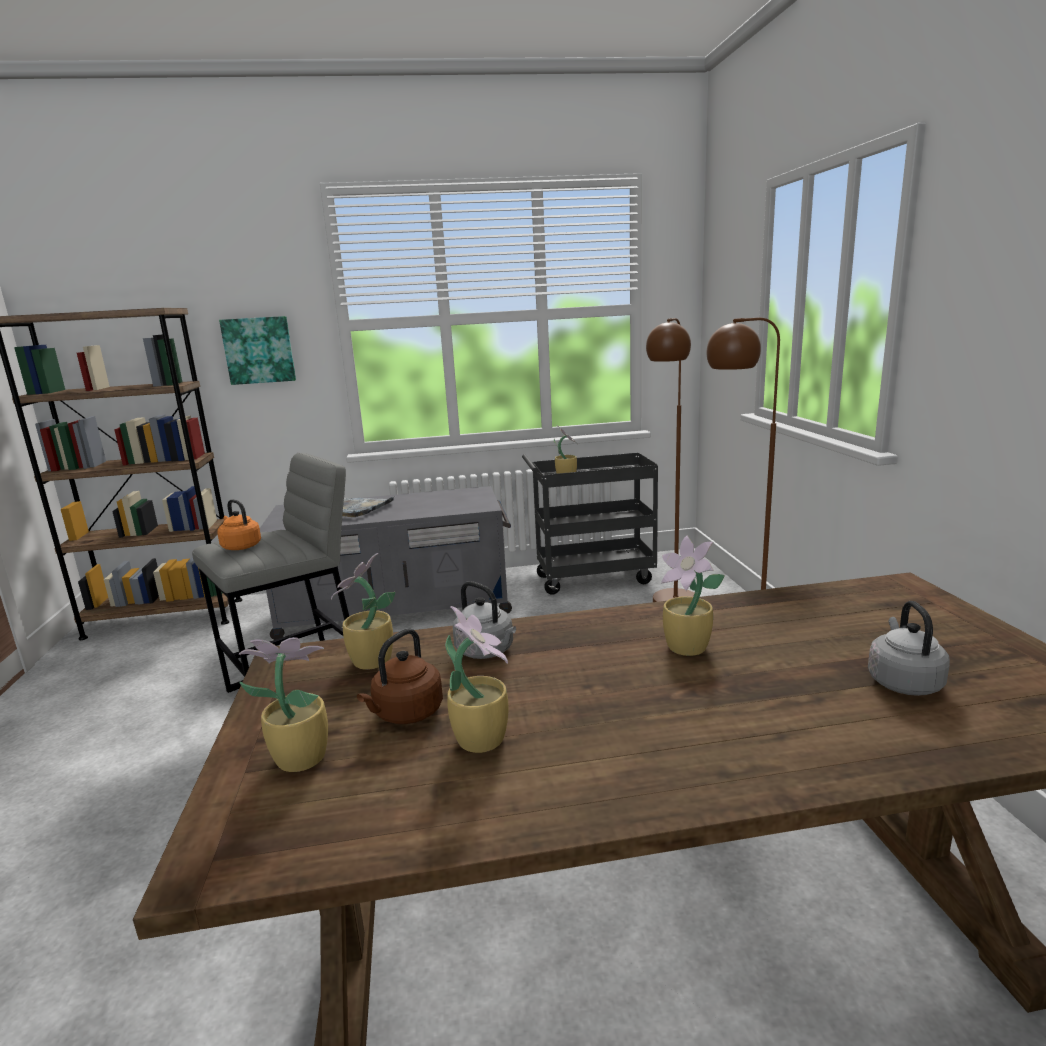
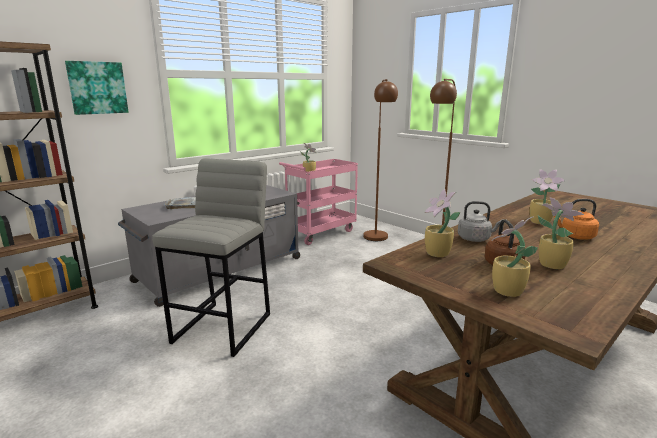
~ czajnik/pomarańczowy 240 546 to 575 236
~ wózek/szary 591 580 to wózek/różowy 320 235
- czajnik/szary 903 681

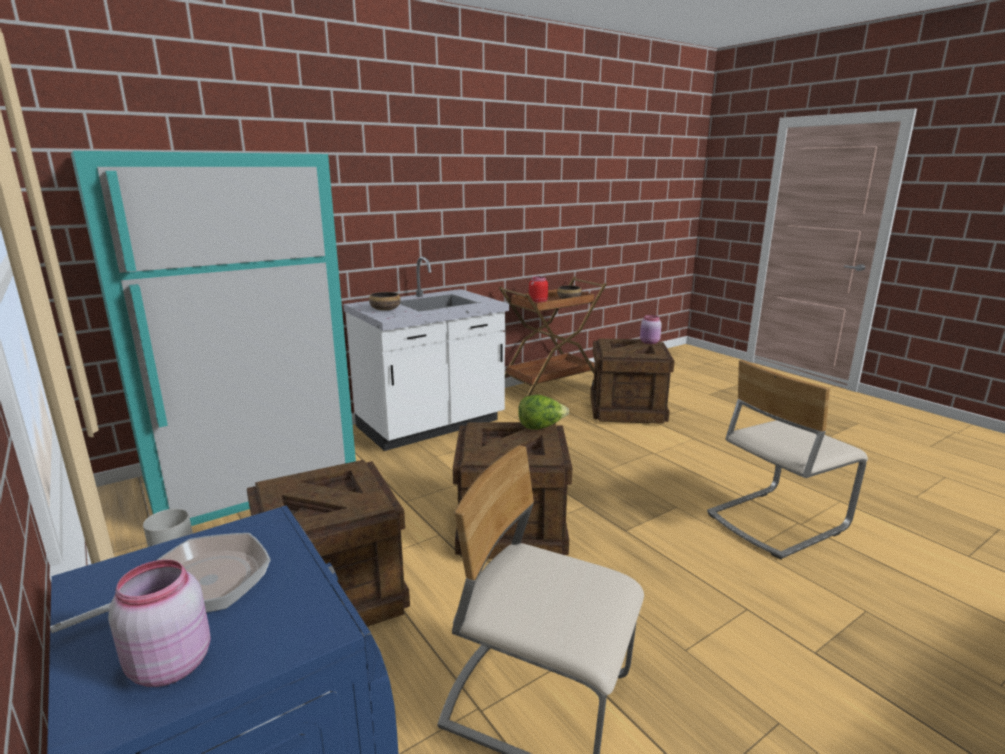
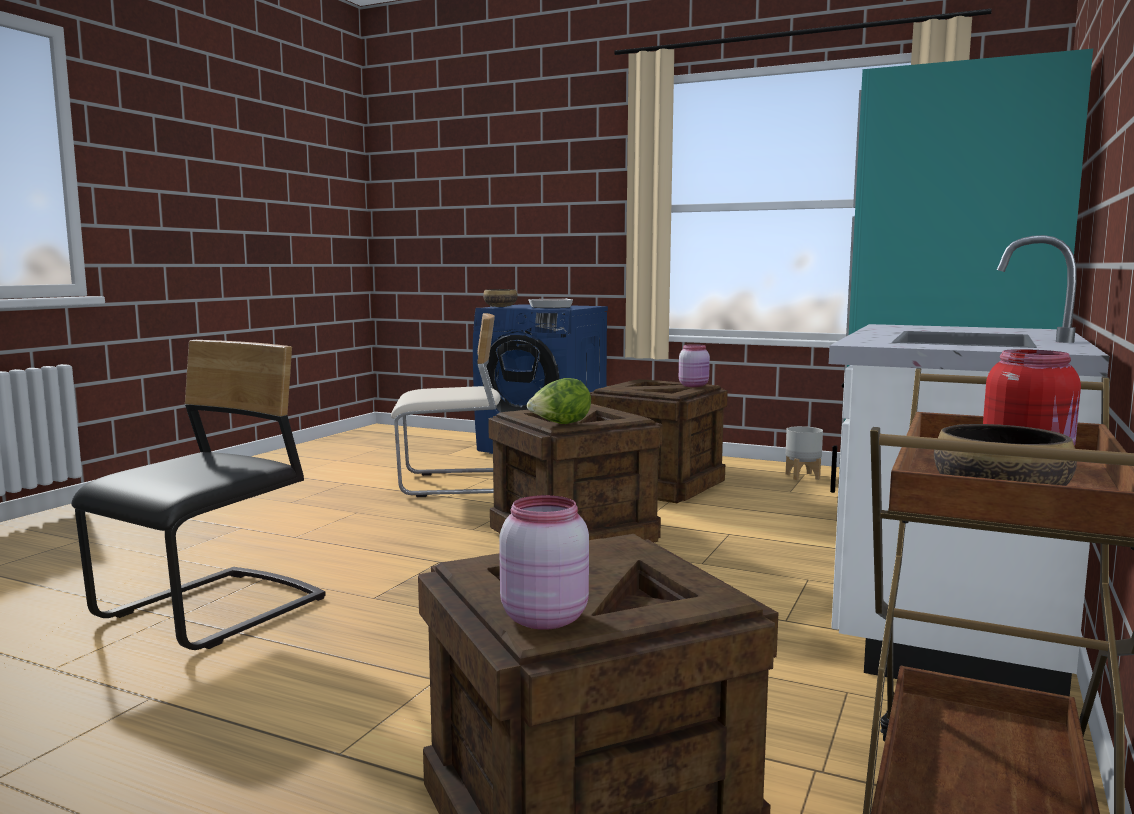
~ słoik/różowy 169 664 to 694 385
~ miska 385 309 to 500 307
~ krzesło/beżowy 775 521 to krzesło/czarny 213 612

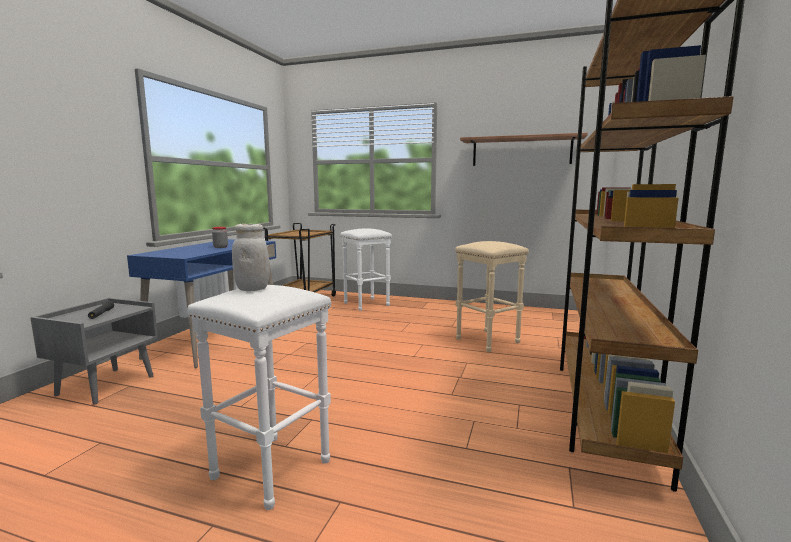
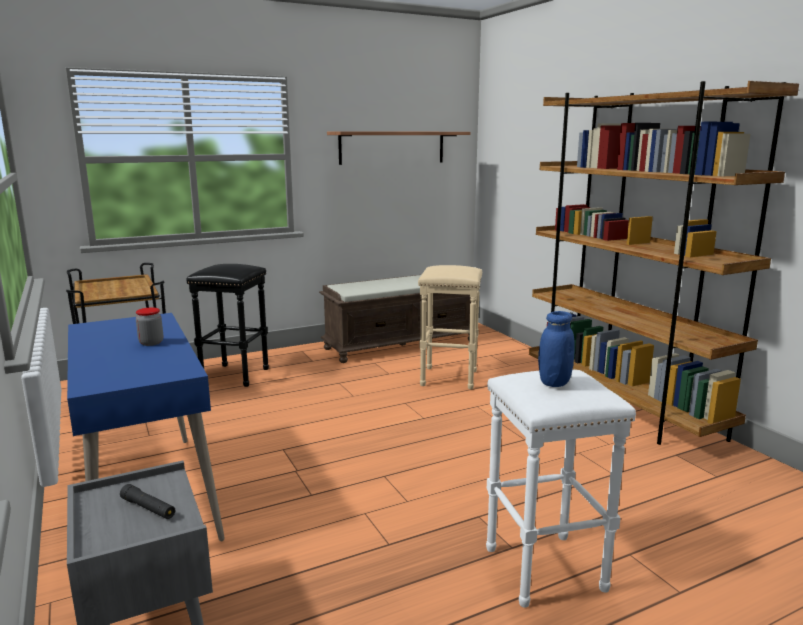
~ słoik/biały 252 289 to słoik/niebieski 554 382
~ stołek/biały 367 304 to stołek/czarny 236 375
+ ławka/brązowy 401 344

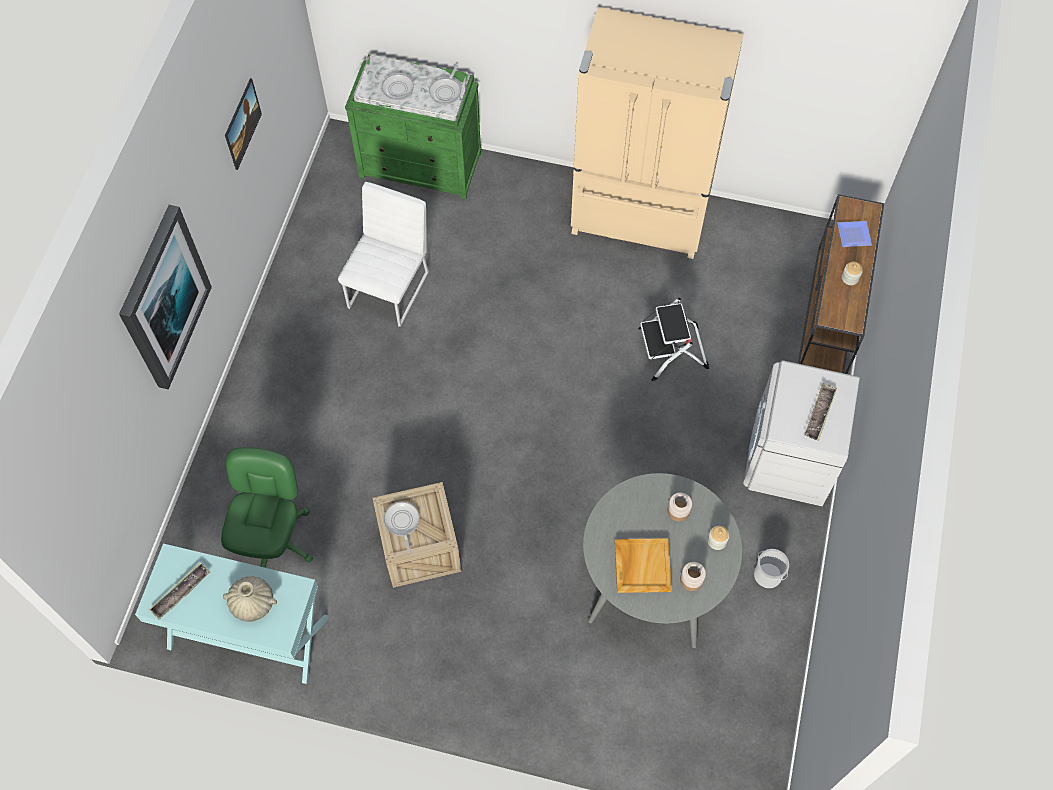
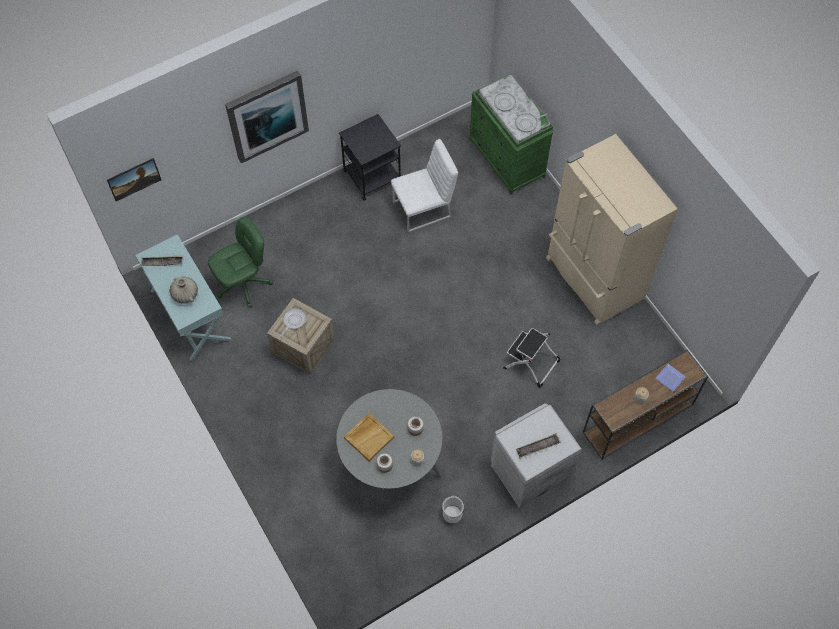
~ obraz 245 132 to 136 184
+ wózek/czarny 372 176

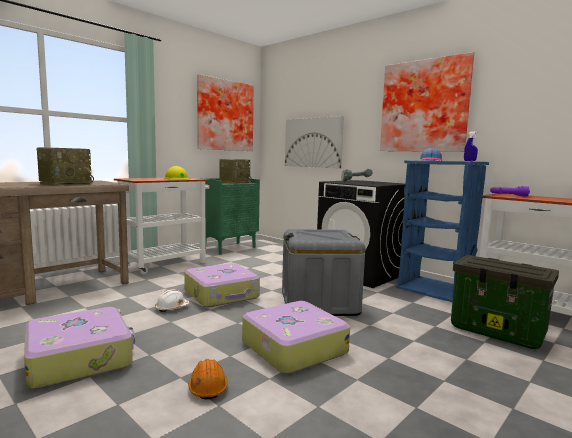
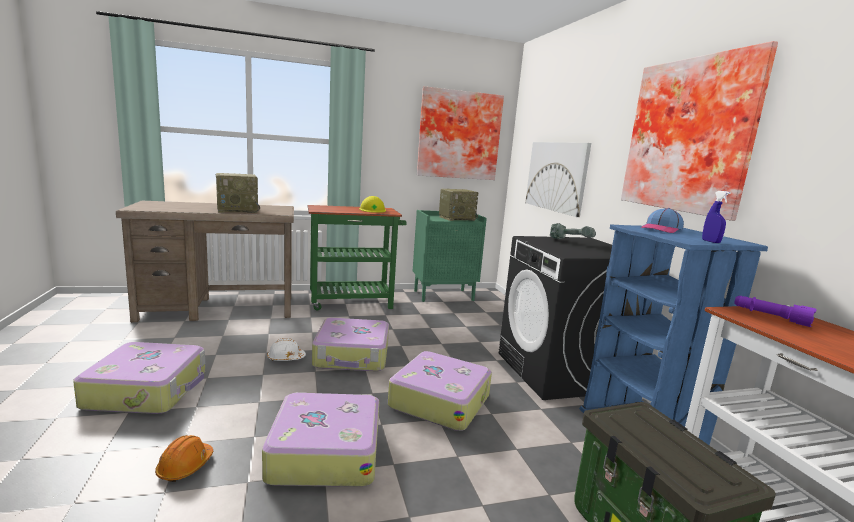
~ wózek/biały 165 264 to wózek/zielony 352 302
~ pojemnik do przechowywania/szary 319 303 to walizka 439 400

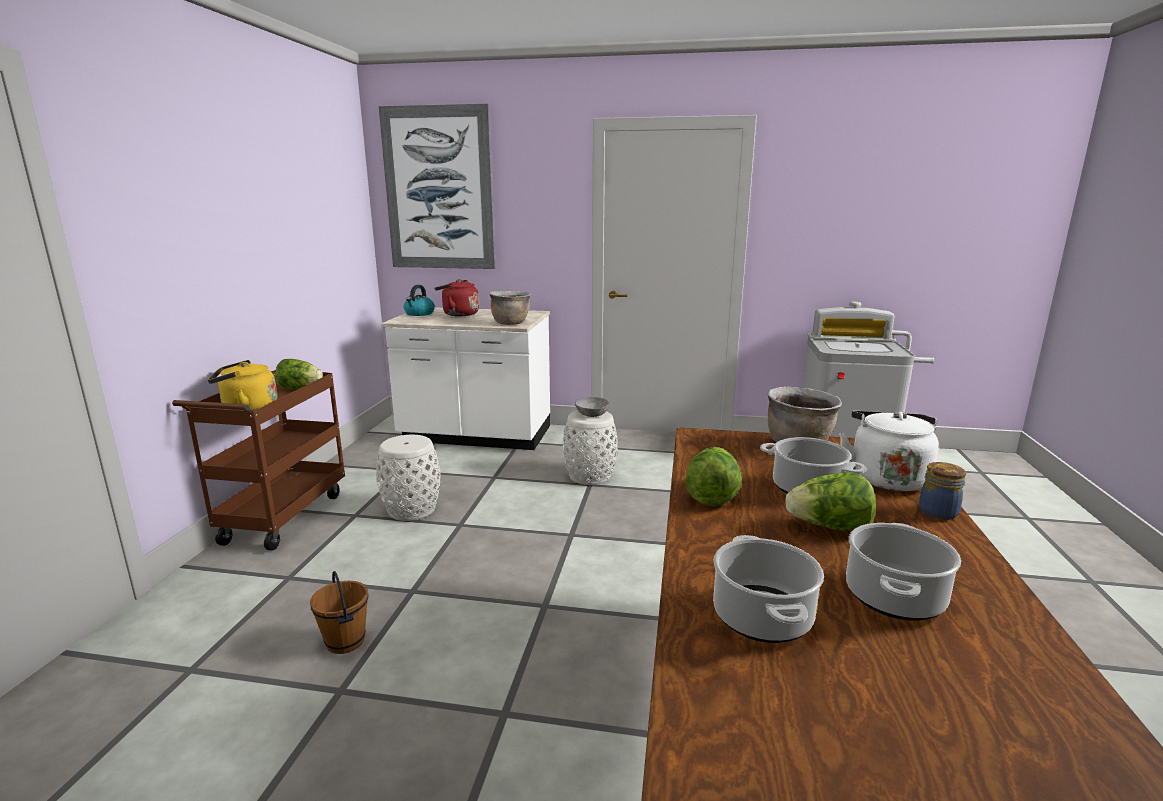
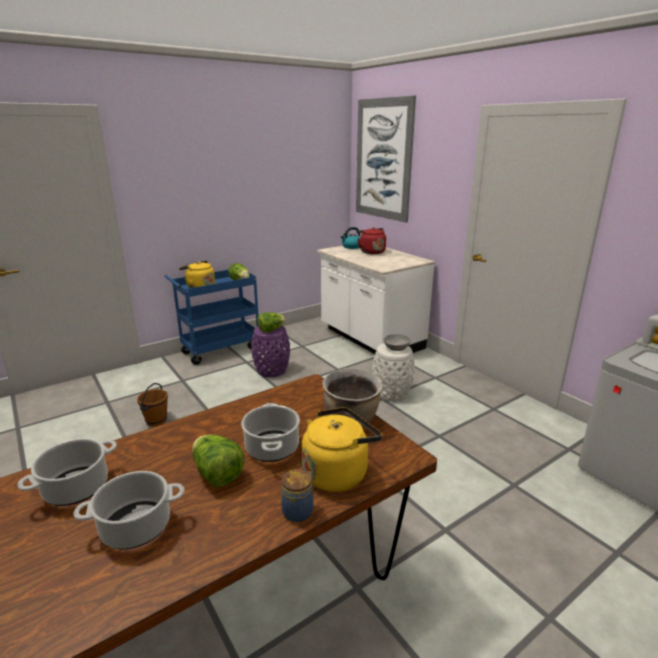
~ wózek/brązowy 282 520 to wózek/niebieski 218 351
~ stołek/biały 412 510 to stołek/fioletowy 272 370
- garnek/brązowy 510 323
~ sałata 711 495 to 271 330
~ czajnik/biały 886 478 to czajnik/żółty 338 472

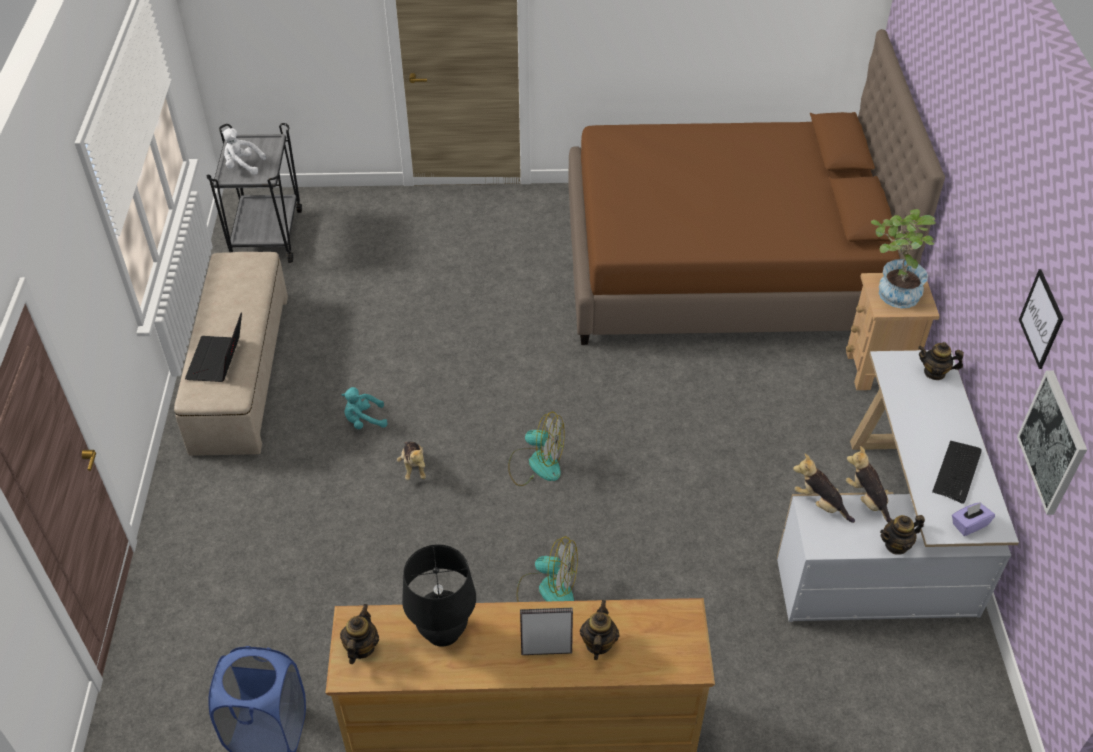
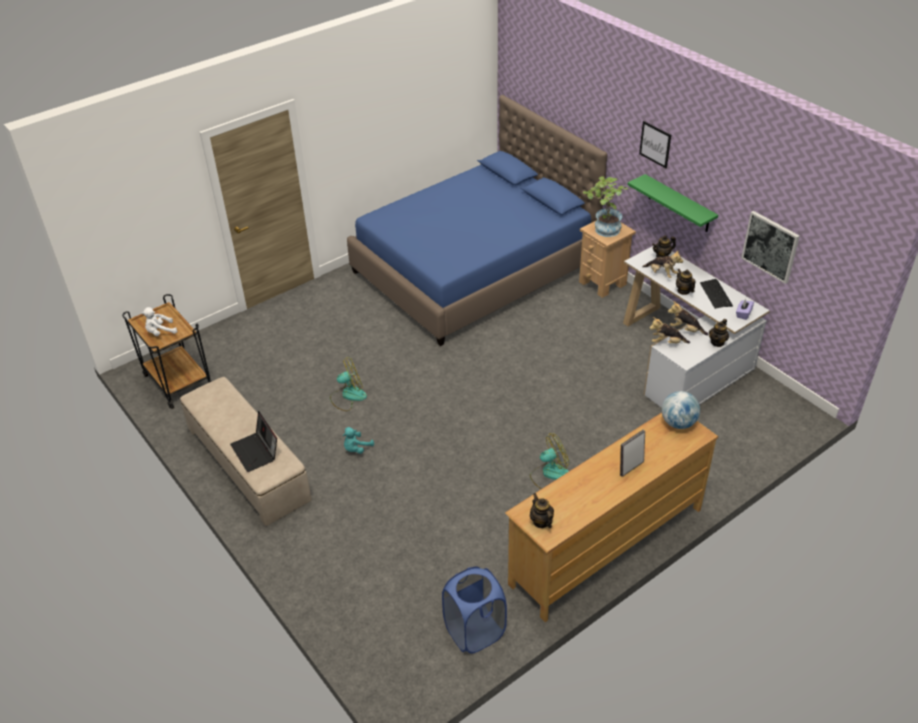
~ wózek/szary 267 235 to wózek/brązowy 178 381
~ pluszak 413 467 to 661 273
- lampa stołowa/czarny 443 631
~ wentylator 536 464 to 348 396
~ łóżko/brązowy 724 264 to łóżko/niebieski 475 268
~ imbryk 598 643 to 683 291
~ obraz 1041 319 to 655 144
+ półka/zielony 679 204
+ globus 678 423

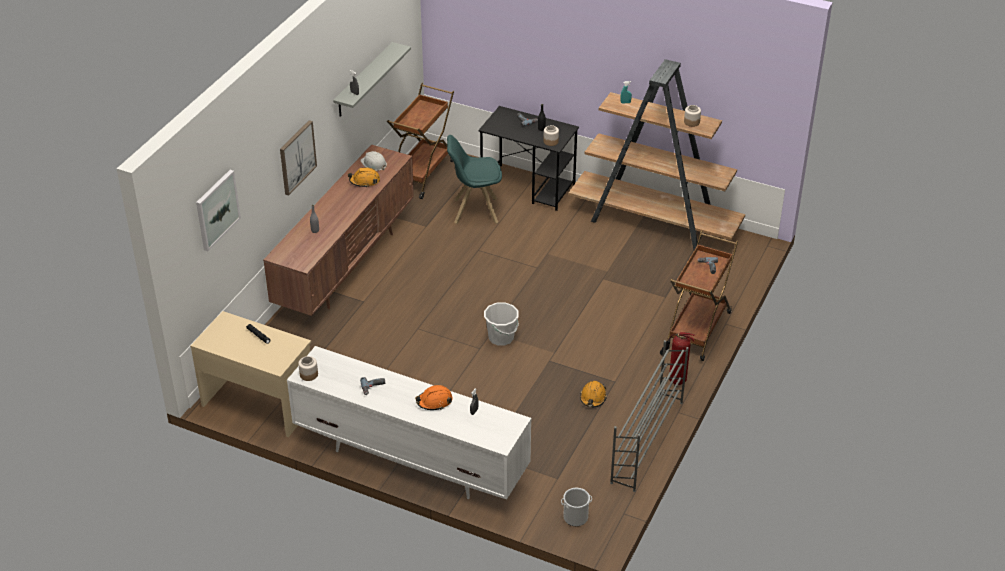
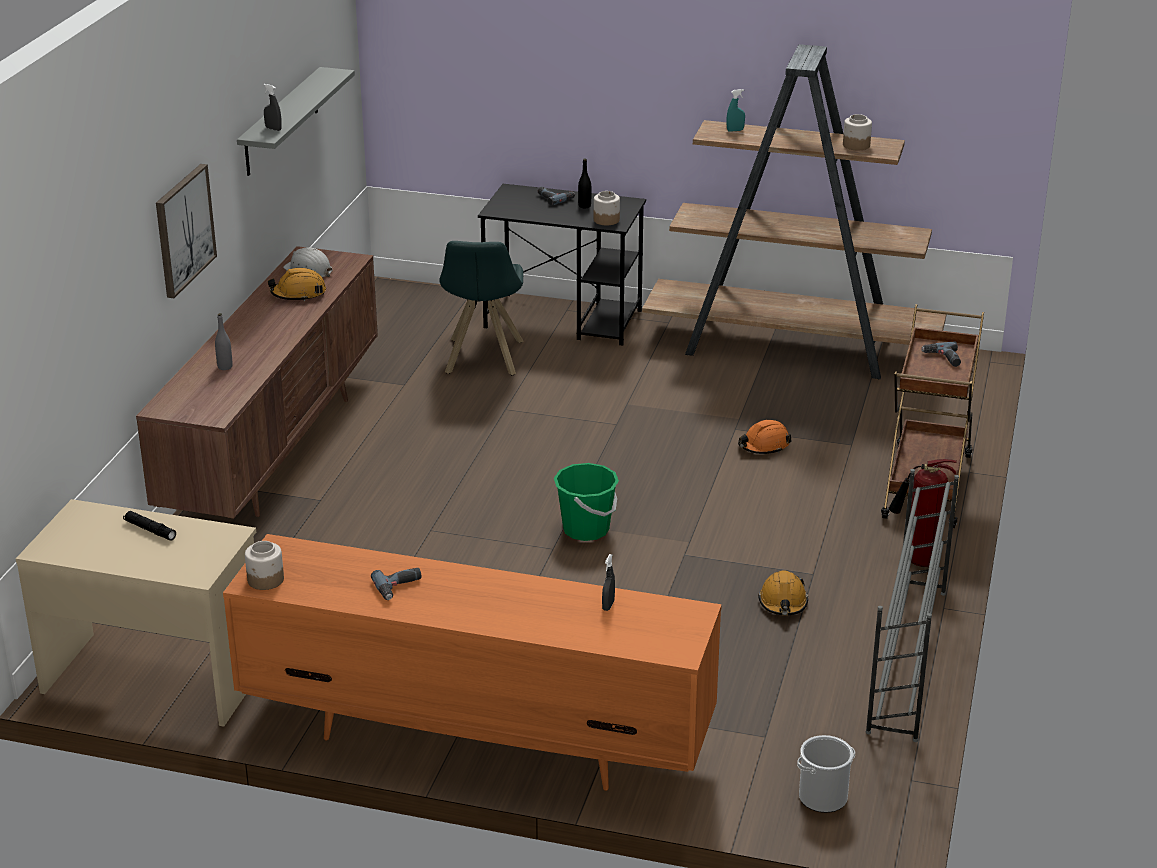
- obraz 217 209
~ szafka/biały 409 462 to szafka/pomarańczowy 473 741
- wózek/brązowy 423 175
~ kask/pomarańczowy 434 401 to 764 446
~ krzesło/turkusowy 475 211 = 483 357 75 degrees counterclockwise
~ wiadro/biały 501 338 to wiadro/zielony 586 529

